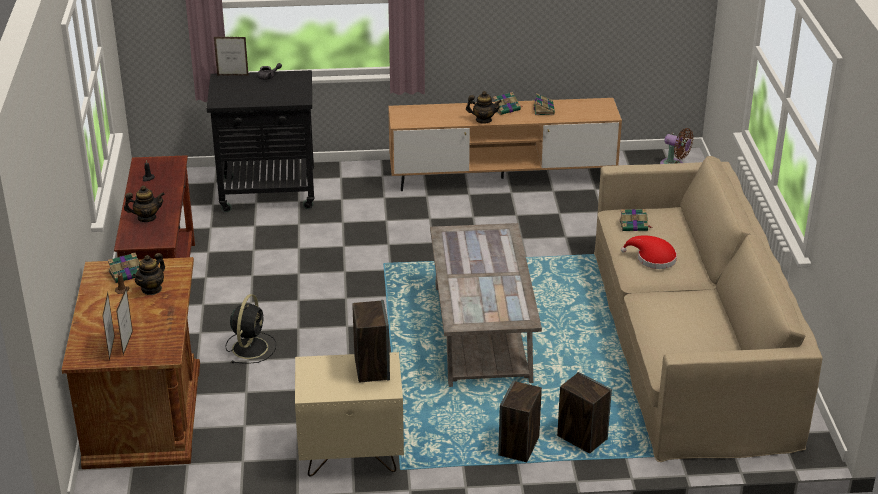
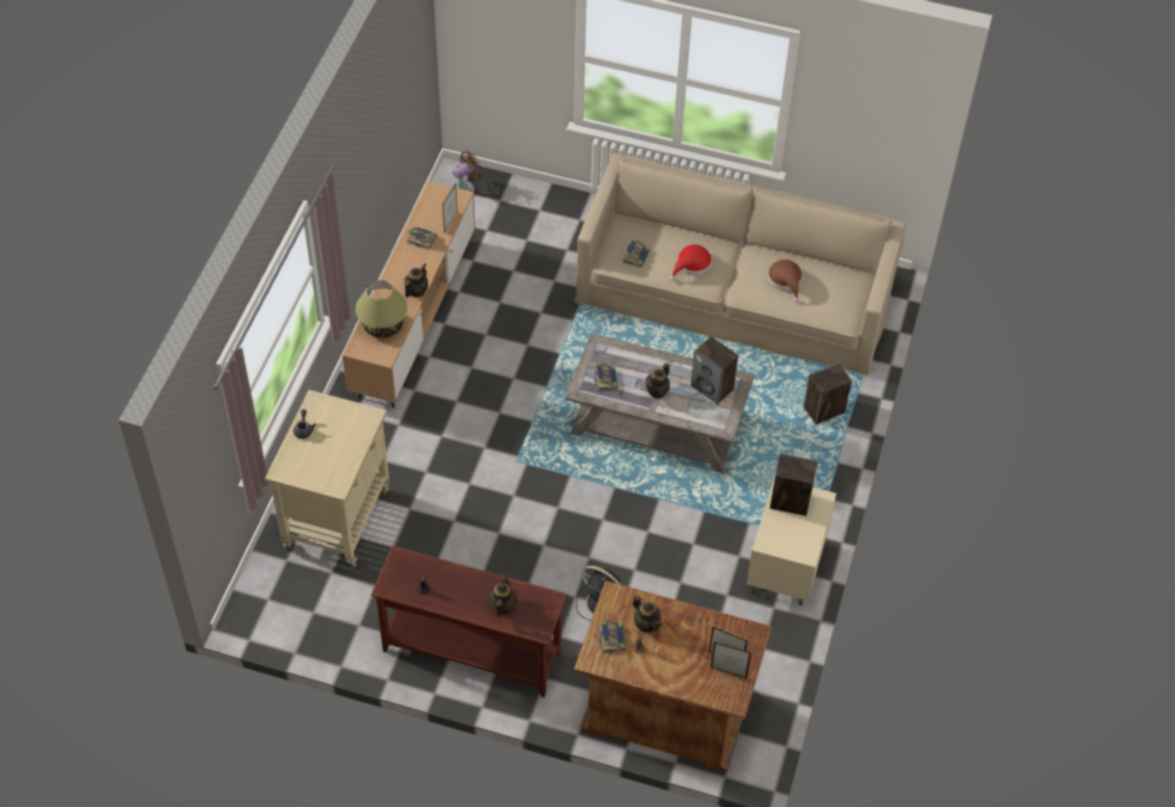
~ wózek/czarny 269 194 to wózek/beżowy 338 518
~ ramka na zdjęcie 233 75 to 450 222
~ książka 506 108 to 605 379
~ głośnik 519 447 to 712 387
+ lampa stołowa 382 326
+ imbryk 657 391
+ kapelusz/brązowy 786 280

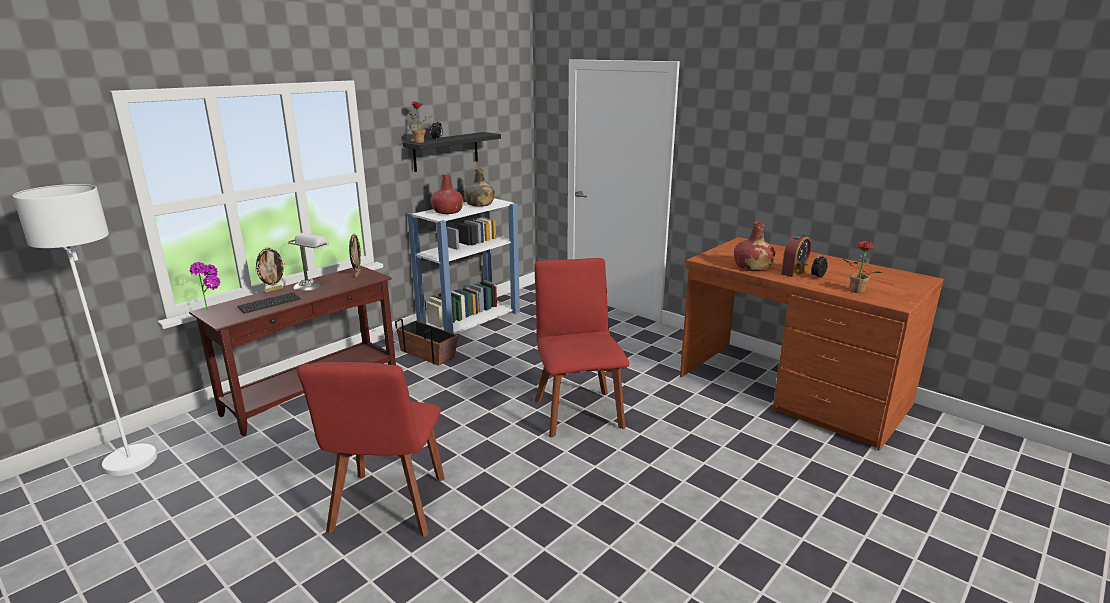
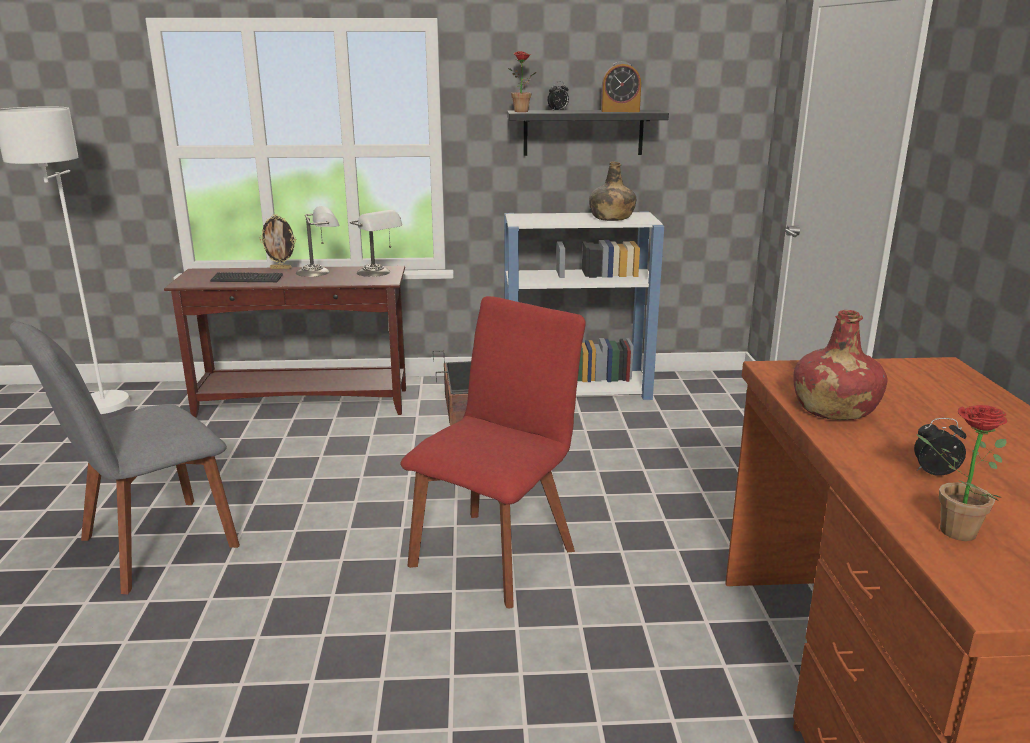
- roślina doniczkowa 214 308
~ krzesło/czerwony 387 508 to krzesło/szary 151 546
~ ramka na zdjęcie 357 274 to lampa stołowa/biały 378 273
- butelka/czerwony 448 212
~ budzik 794 272 to 620 111

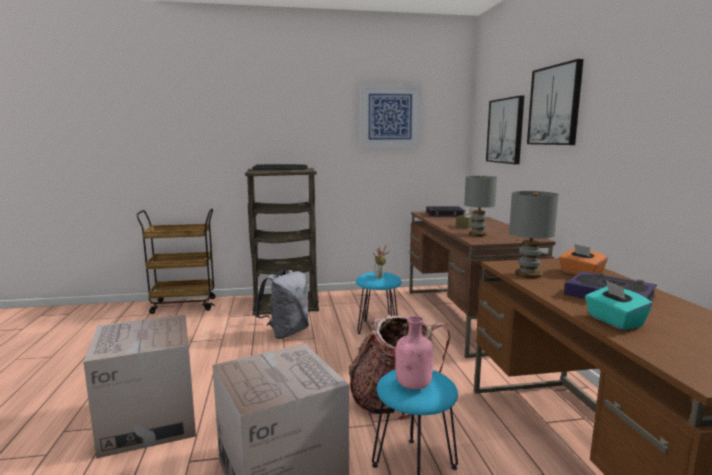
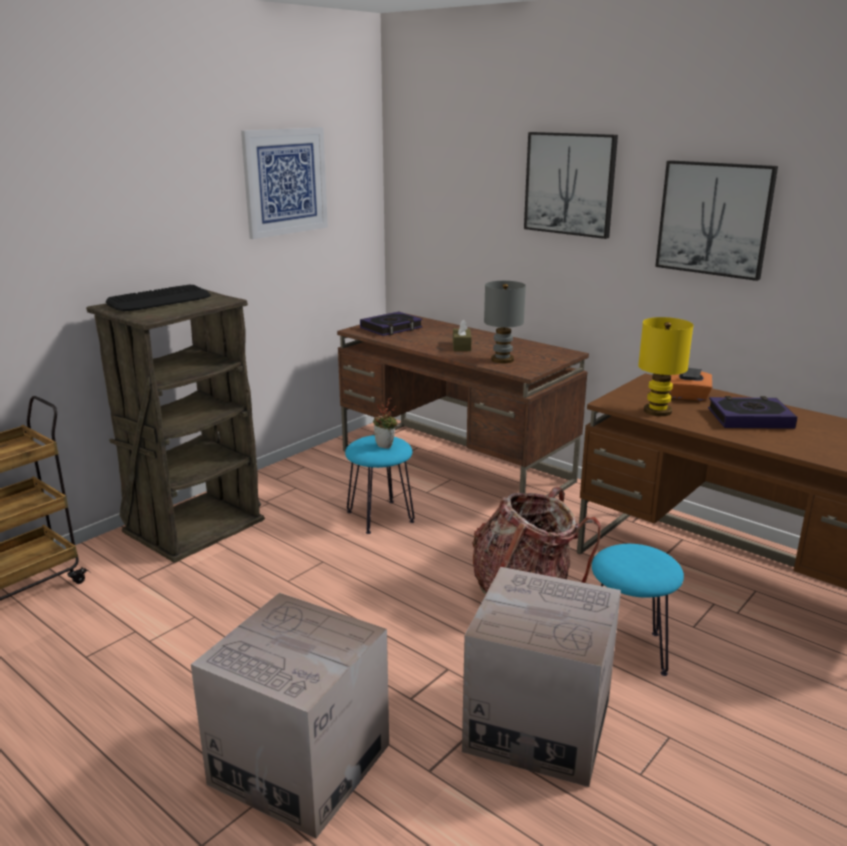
- plecak/szary 286 332
- butelka/różowy 414 385
~ obraz 505 131 to 714 219
~ lampa stołowa/szary 527 274 to lampa stołowa/żółty 656 411
- pudełko chusteczek/turkusowy 614 321

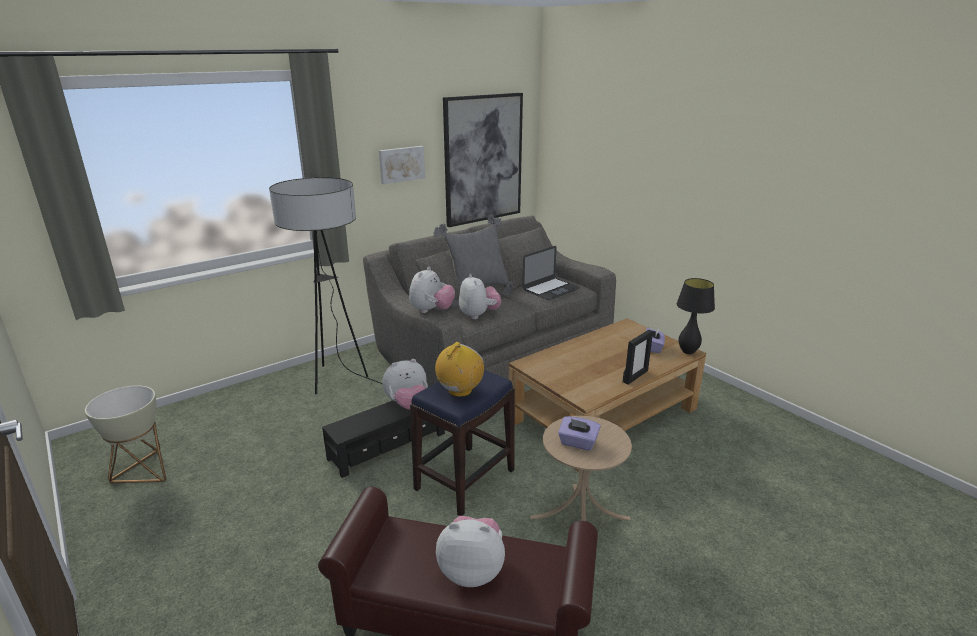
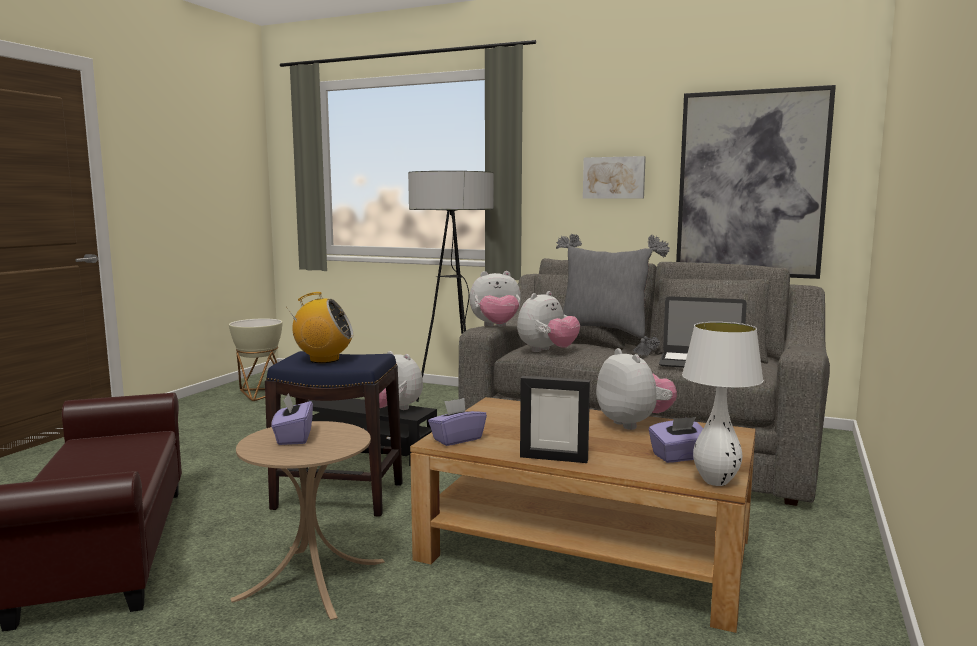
~ pluszak 472 570 to 633 424
~ lampa stołowa/czarny 688 352 to lampa stołowa/biały 716 482
+ pudełko chusteczek/fioletowy 457 439

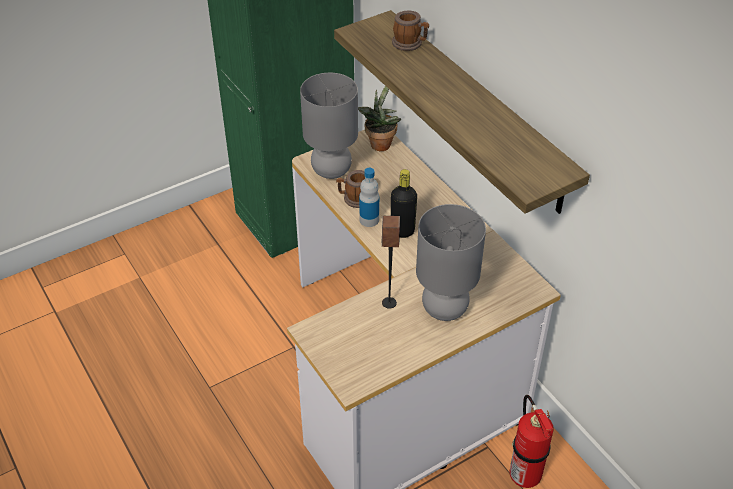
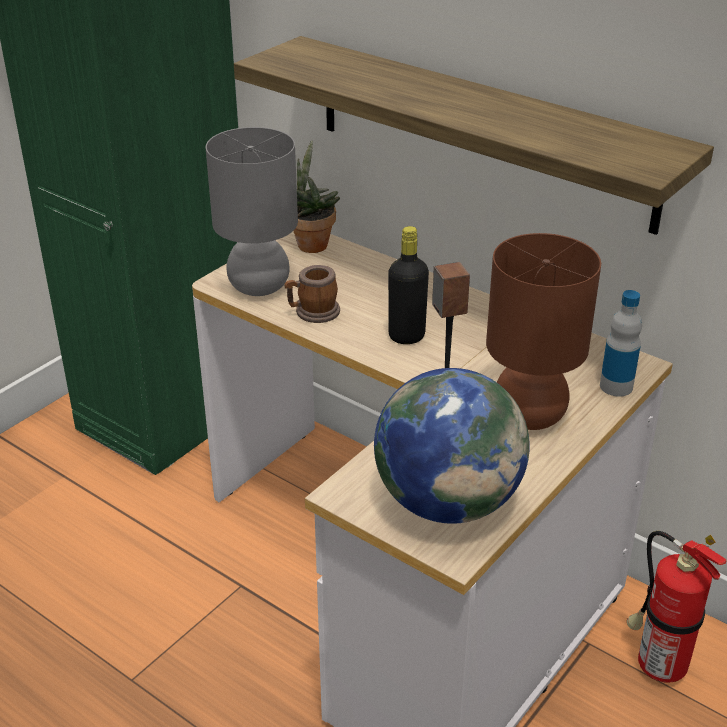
~ butelka 369 220 to 616 386
- kubek 410 43
~ lampa stołowa/szary 444 309 to lampa stołowa/brązowy 529 417
+ globus 448 502

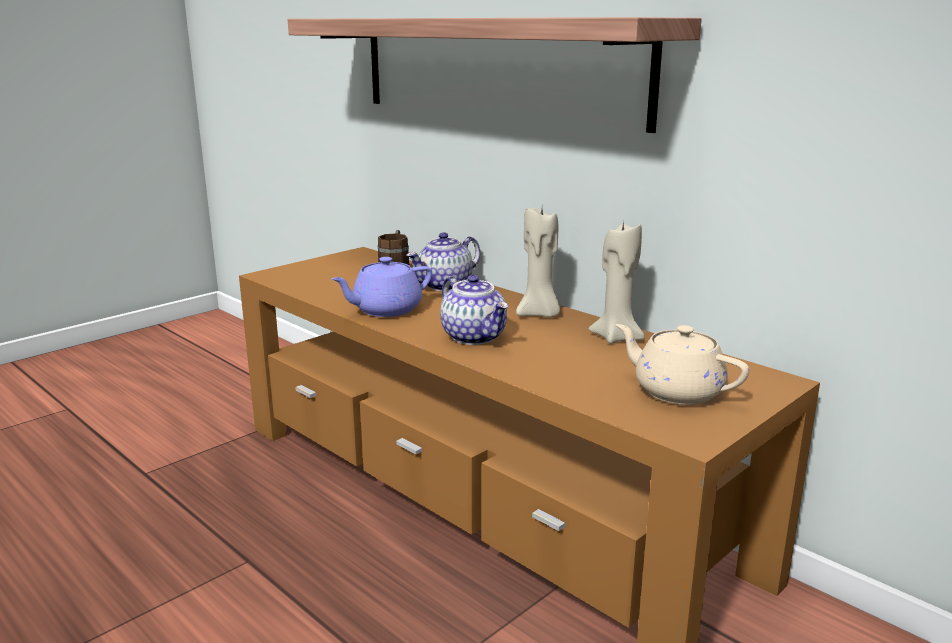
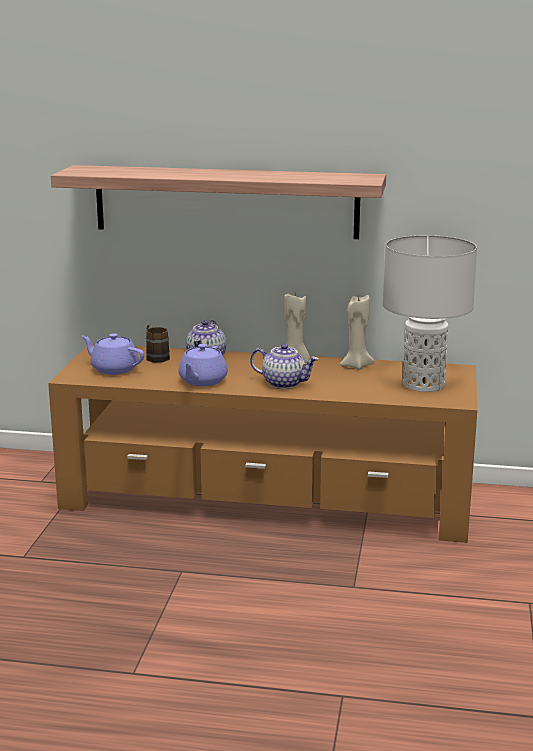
~ imbryk/beżowy 676 391 to lampa stołowa/biały 424 384
+ imbryk/fioletowy 113 369

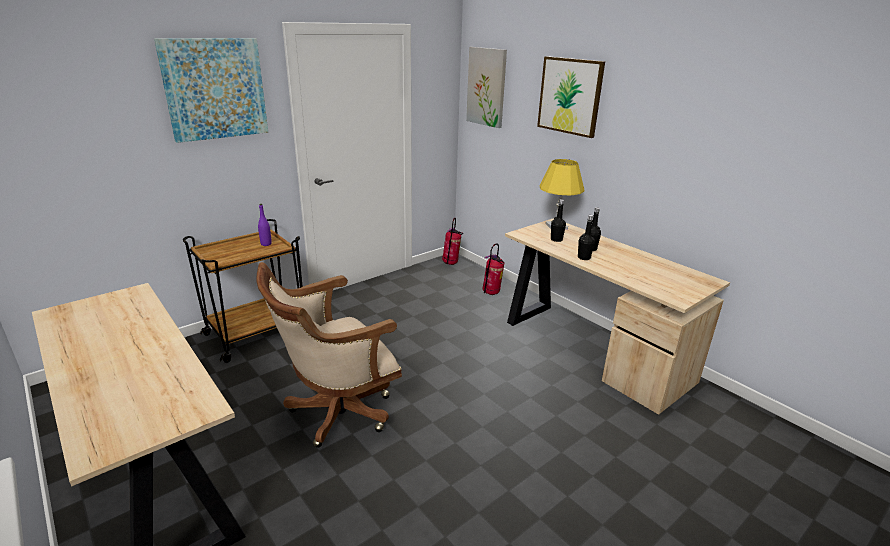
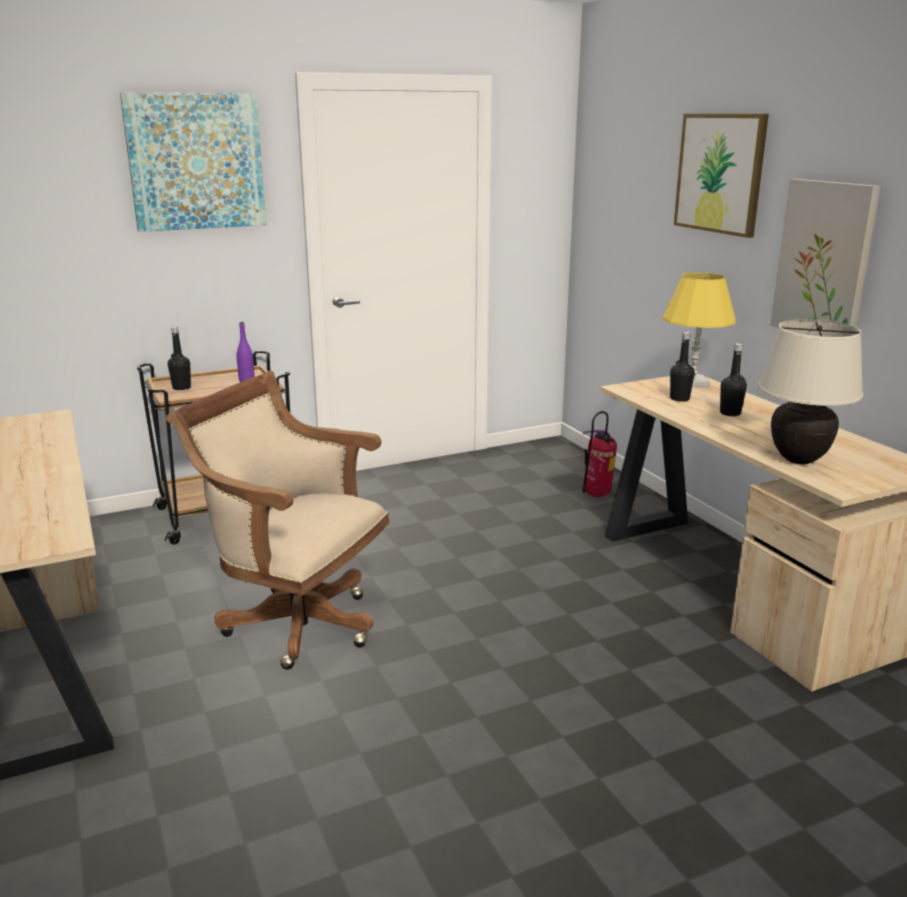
~ krzesło biurowe 337 414 = 295 624 45 degrees clockwise
- gaśnica 450 264
~ obraz 487 87 to 824 261
~ butelka/czarny 584 257 to 181 388
+ lampa stołowa/beżowy 798 459

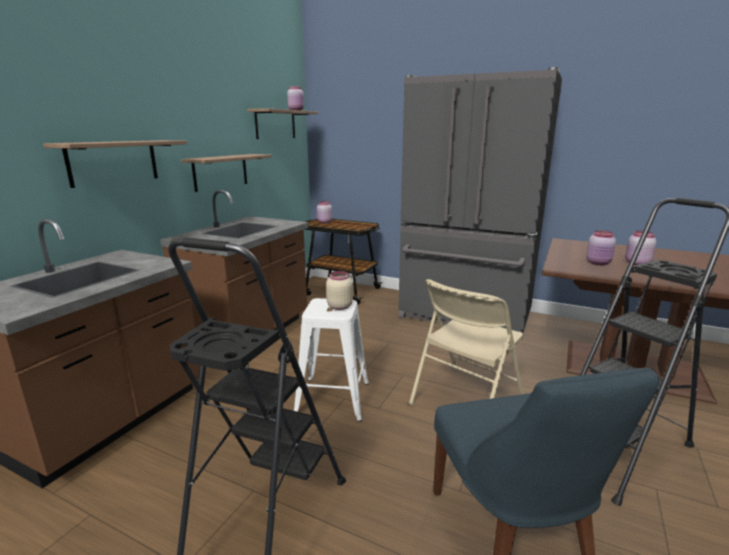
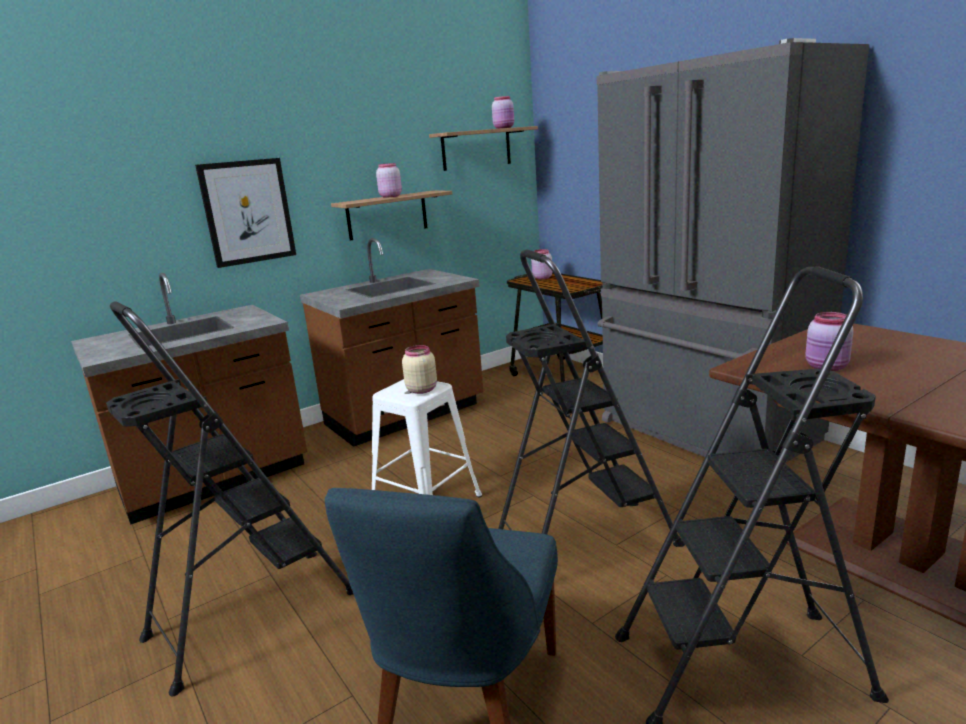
~ półka 114 162 to obraz 247 212
~ krzesło/beżowy 466 400 to drabinka 583 543
~ słoik/różowy 636 263 to 390 196

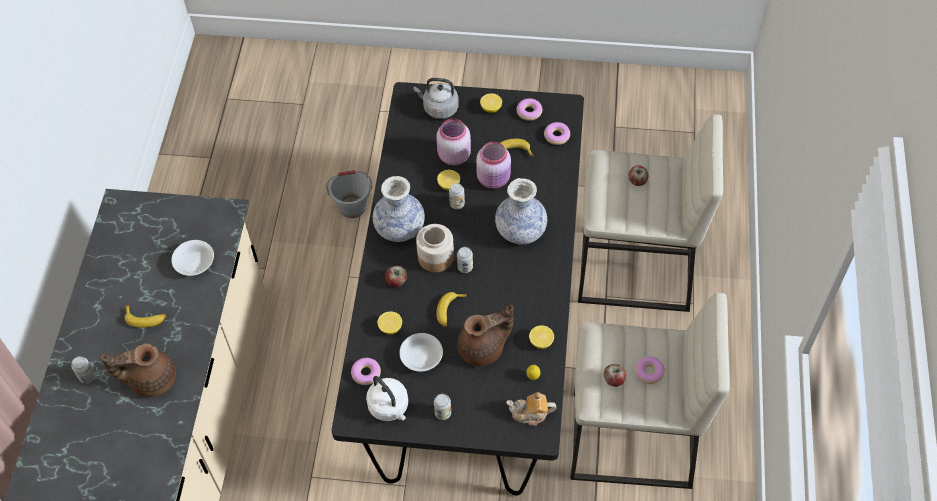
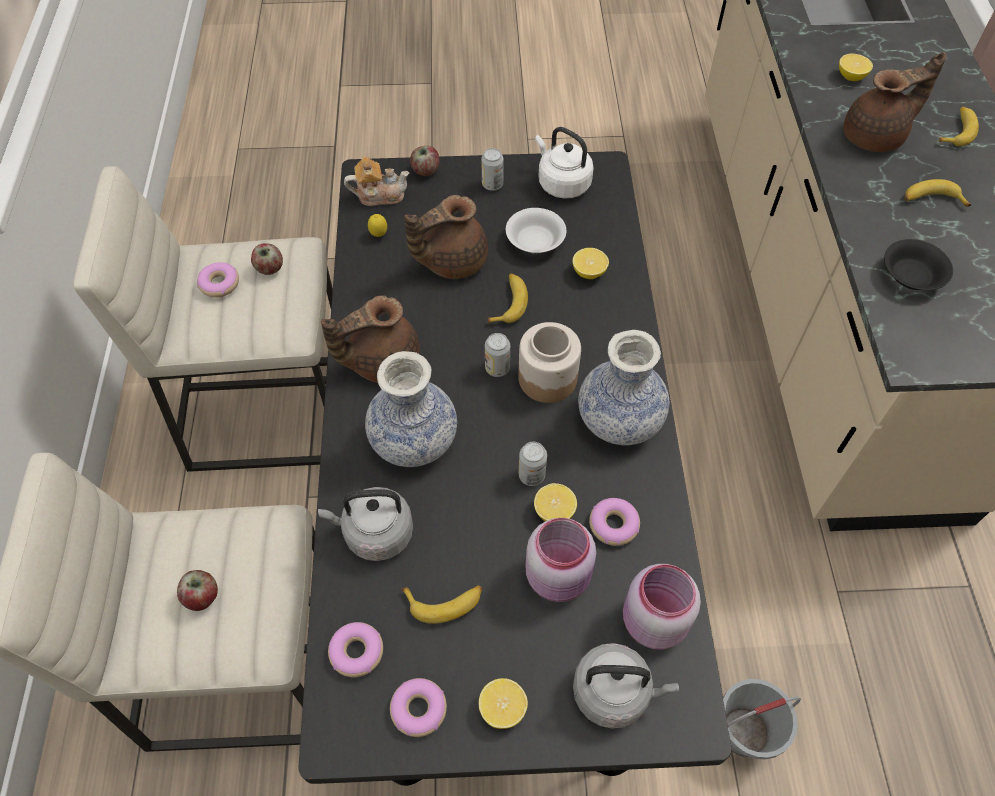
~ puszka 87 376 to banan 957 131
~ miska/biały 195 264 to miska/czarny 910 275
~ donut 366 373 to 613 525
~ jabłko 396 281 to 425 171
~ słoik/różowy 494 179 to 651 621
~ cytryna 541 342 to 850 76
+ czajnik/szary 375 533
+ imbryk/brązowy 381 360

